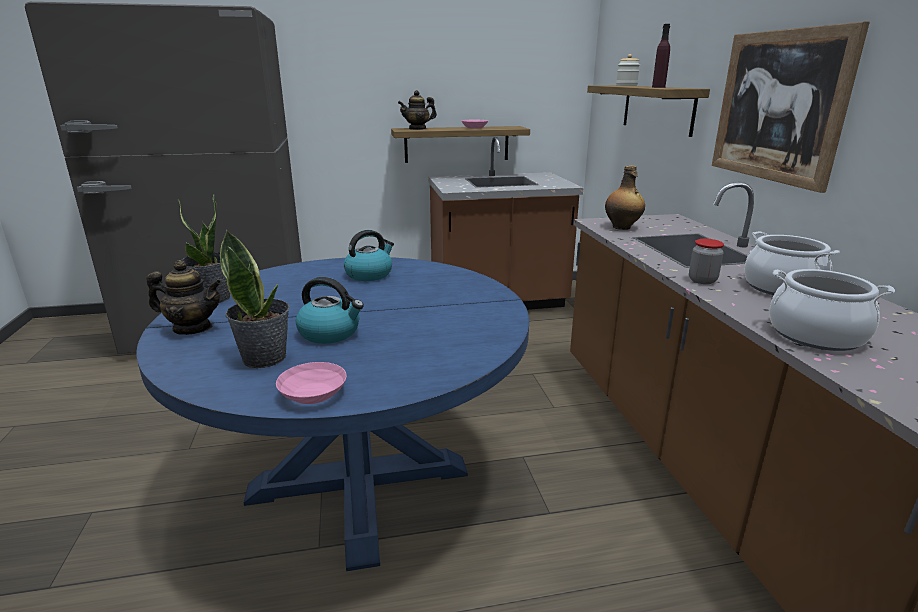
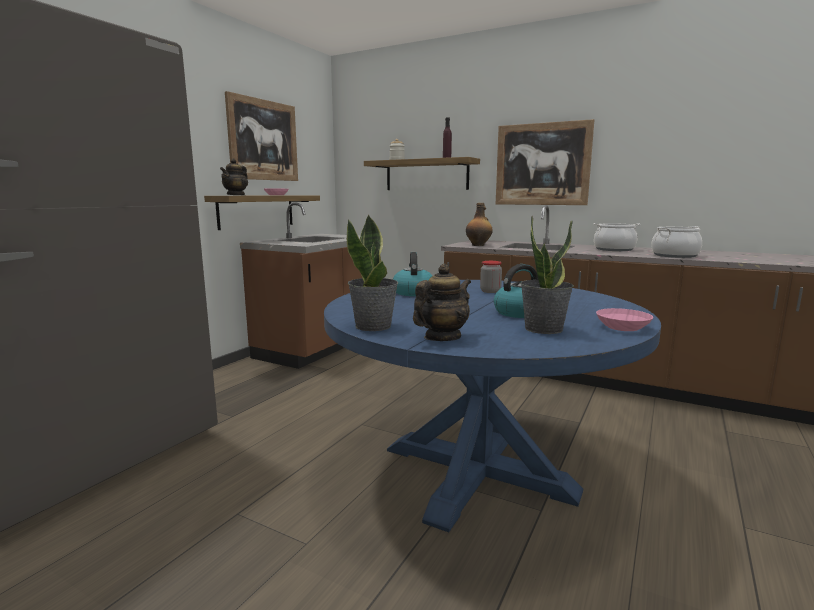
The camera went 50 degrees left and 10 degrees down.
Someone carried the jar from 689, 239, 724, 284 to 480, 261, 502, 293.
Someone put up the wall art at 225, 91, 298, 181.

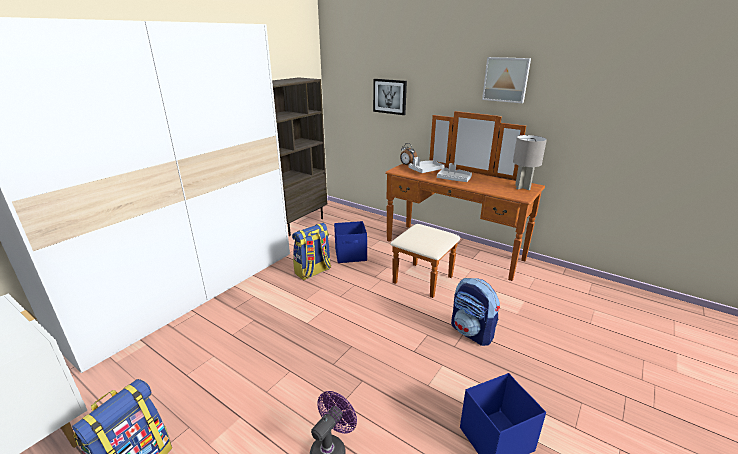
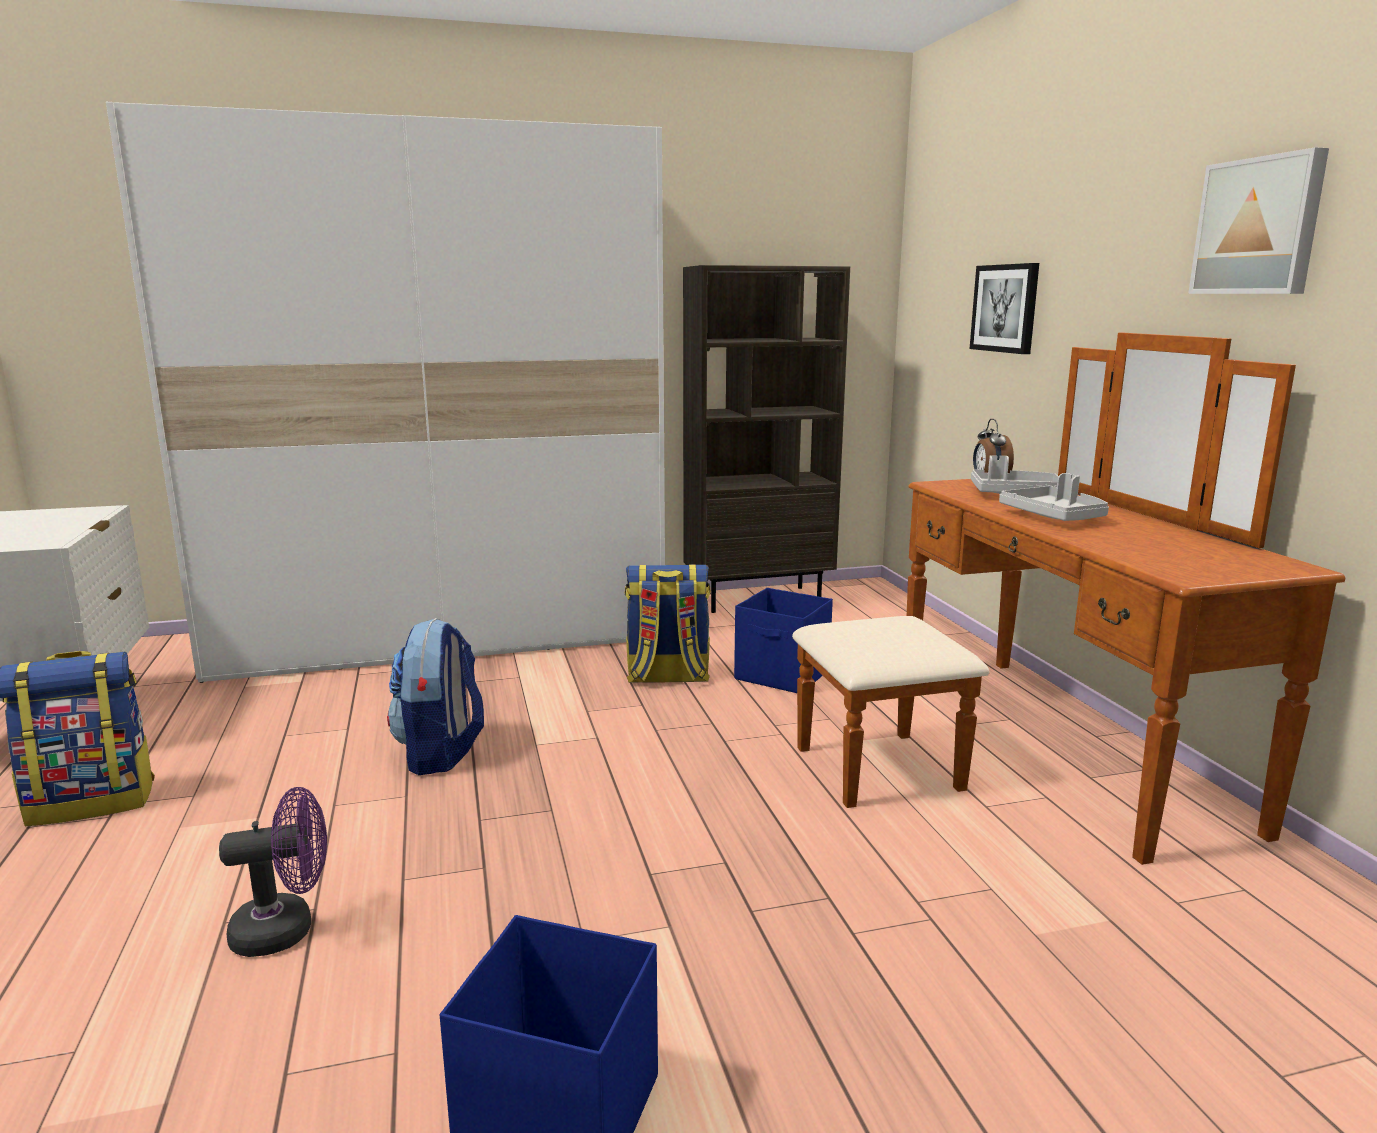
The camera went 40 degrees right and 10 degrees down.
Someone carried the knapsack from 451, 278, 500, 346 to 387, 618, 484, 775.
Someone took away the greyish table lamp at 513, 135, 547, 190.

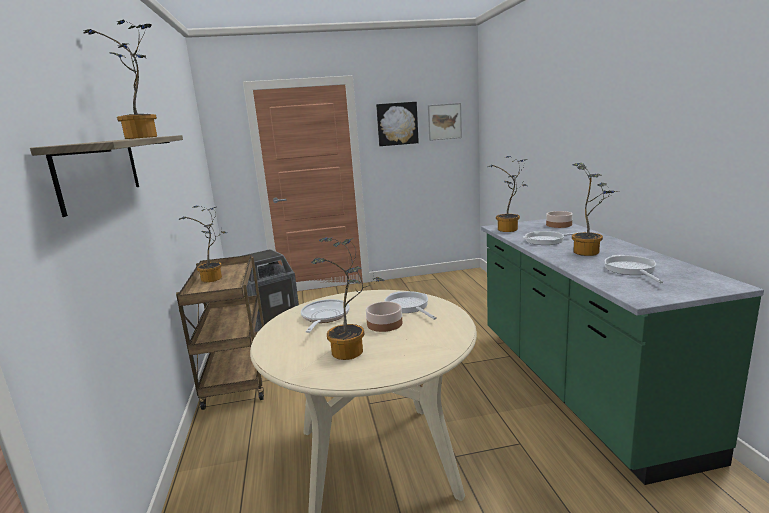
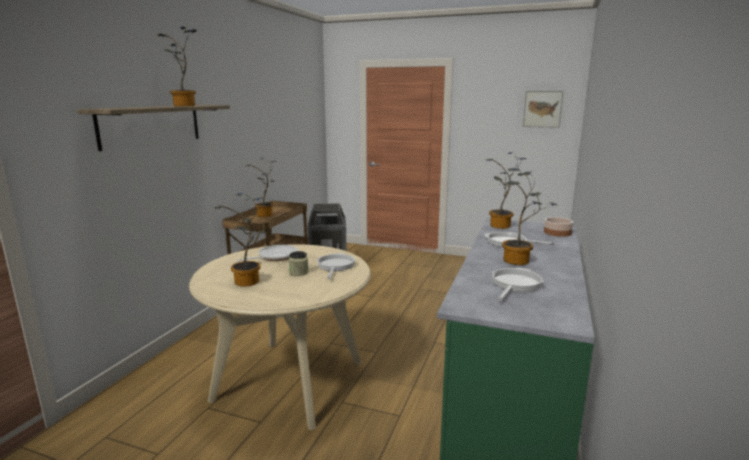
The camera went 30 degrees right and 0 degrees up.
Someone swapped the deep dish at 366, 301, 402, 332 for the jar at 289, 251, 308, 276.
Someone took away the wall art at 376, 102, 419, 146.

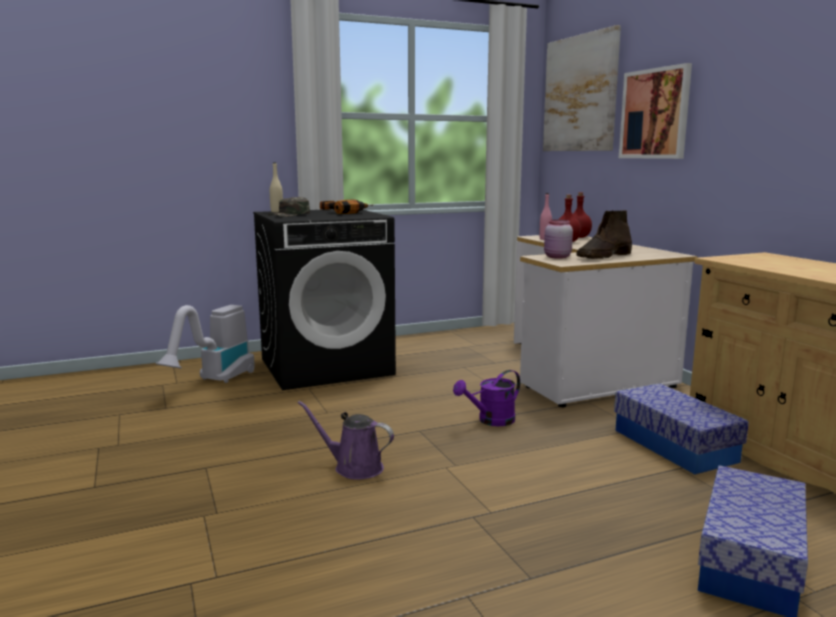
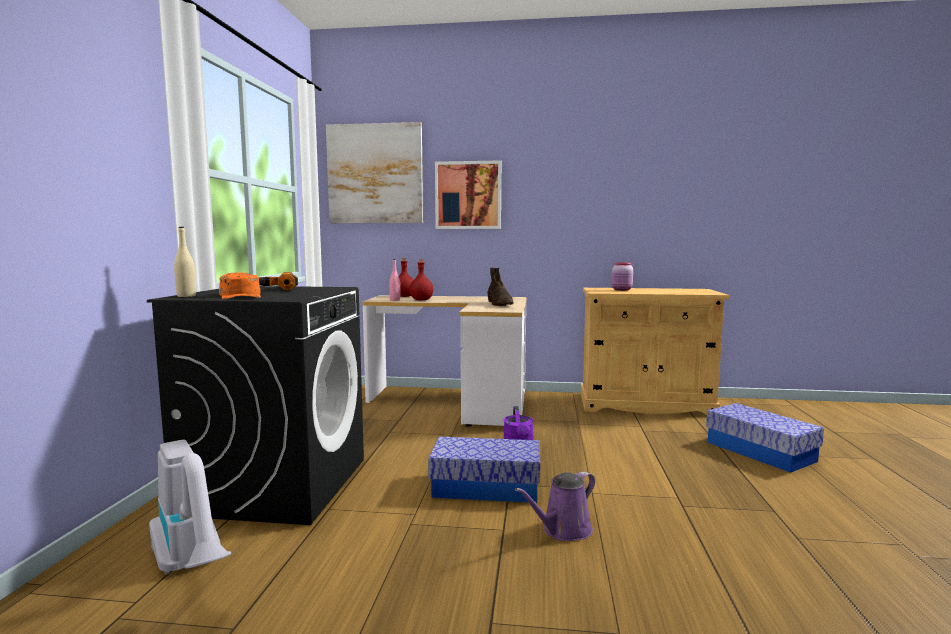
The camera went 60 degrees left and 5 degrees down.
Someone repainted the greenish cap at 268, 197, 310, 217, which became the orange cap at 219, 272, 261, 299.
Someone carried the pink jar from 544, 220, 573, 259 to 611, 262, 633, 291.
Someone carried the storage container from 614, 384, 749, 474 to 428, 437, 540, 503.

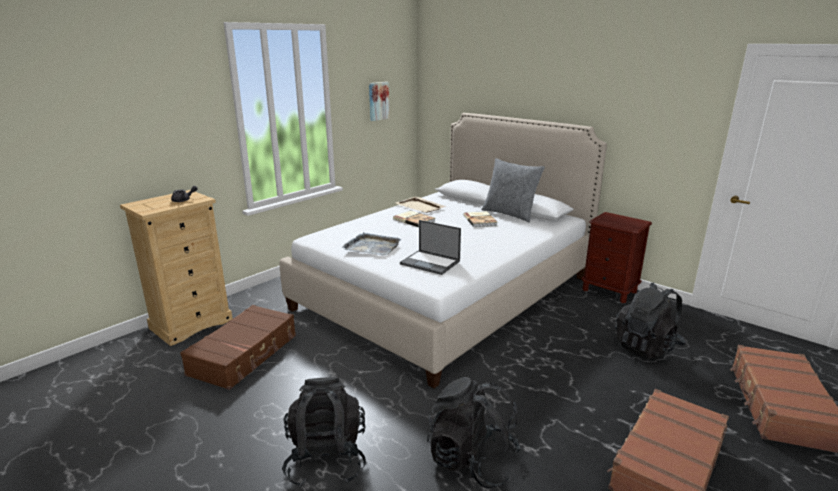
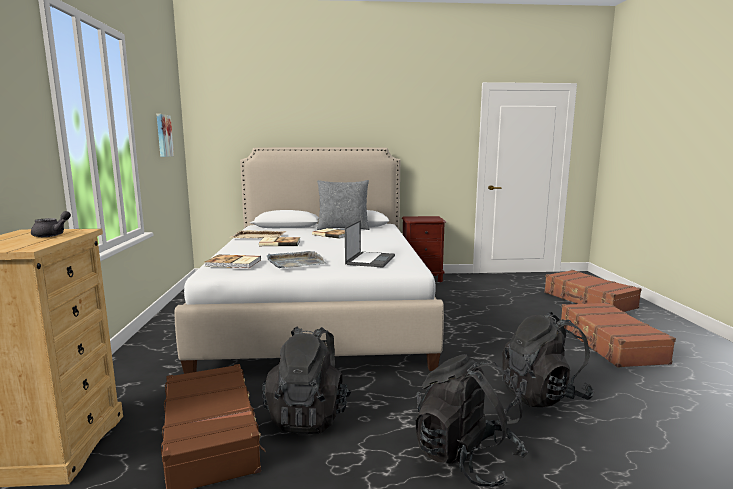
The camera went 45 degrees left and 10 degrees down.
Someone rotated the notebook computer at 400, 220, 461, 275 by 60 degrees counterclockwise.
Someone carried the black knapsack from 615, 283, 686, 359 to 262, 326, 351, 434.
Someone put down the book at 205, 255, 261, 268.

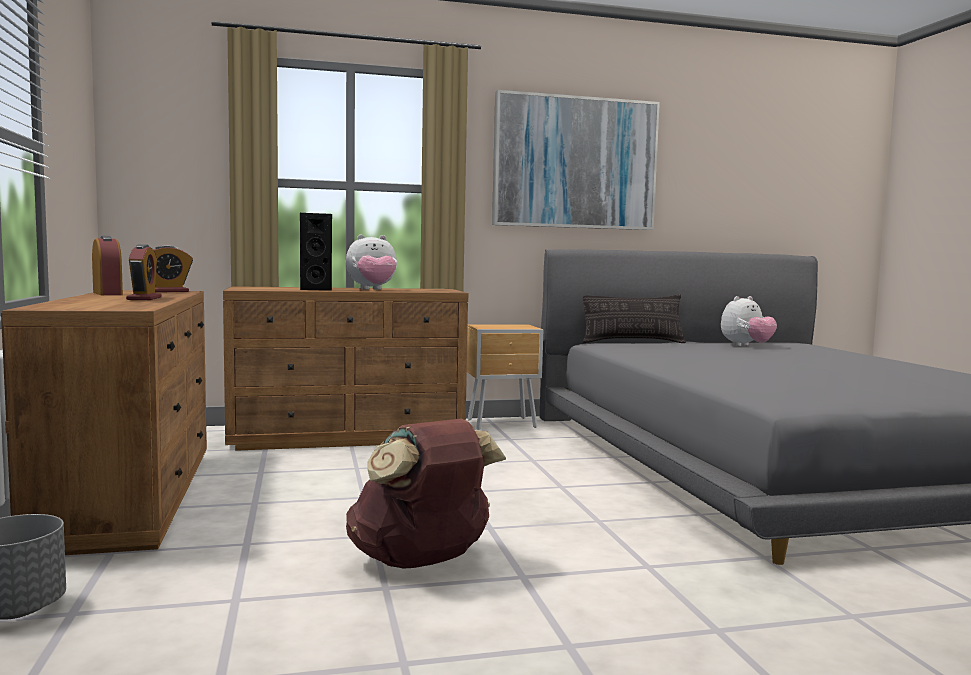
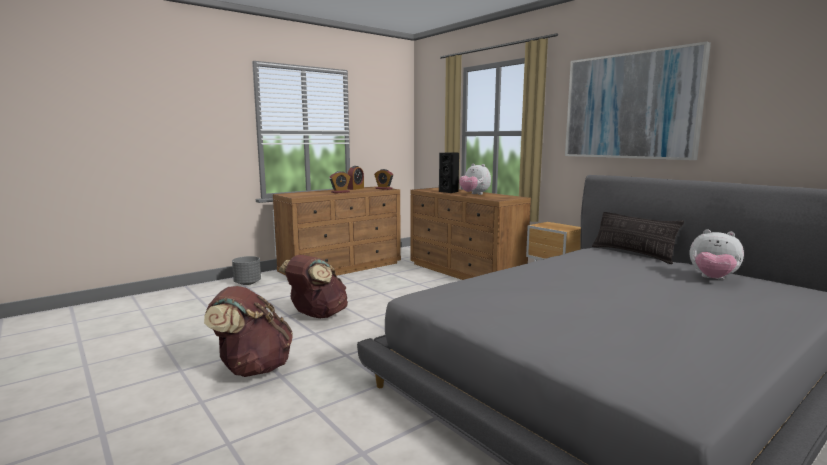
The camera went 65 degrees right and 5 degrees up.
Someone put down the brownish knapsack at 204, 286, 293, 377.

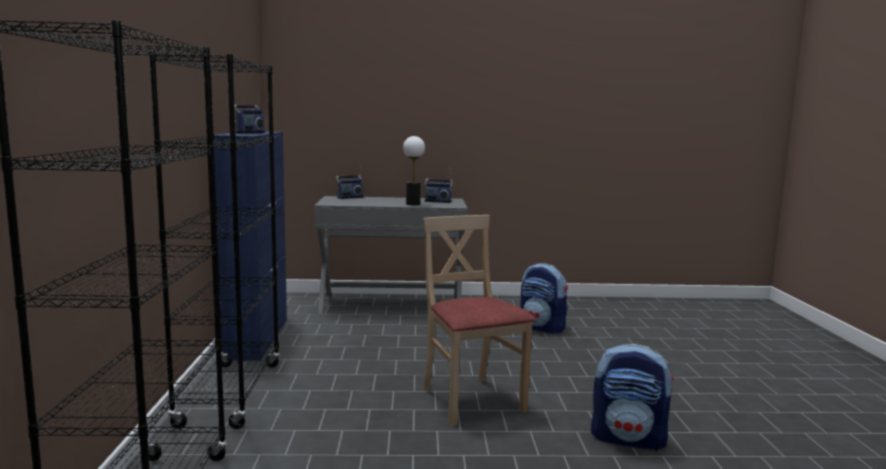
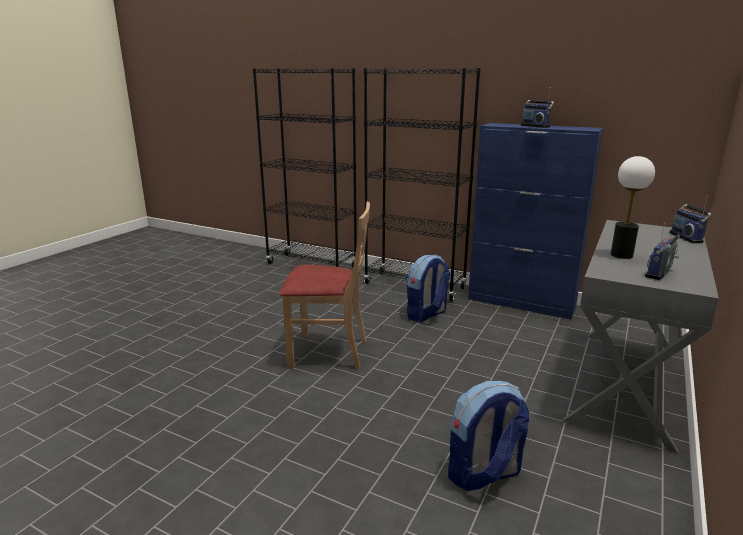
The camera went 120 degrees right and 10 degrees up.
Someone carried the knapsack from 591, 344, 674, 451 to 407, 255, 450, 322.

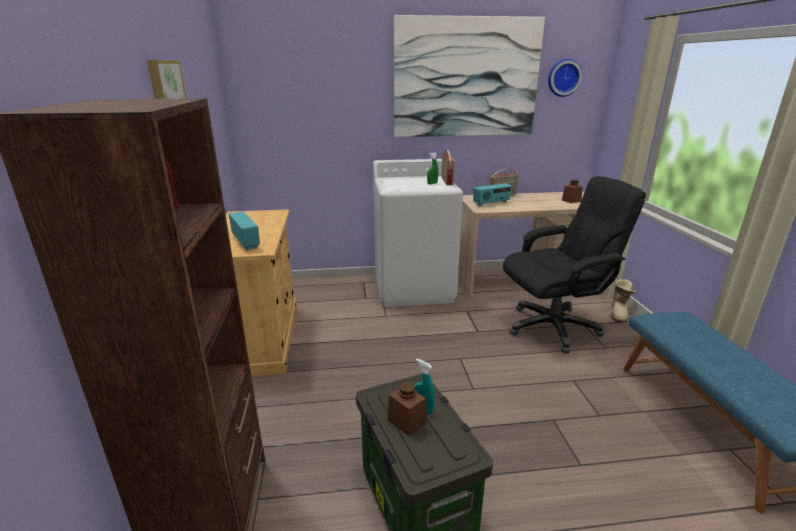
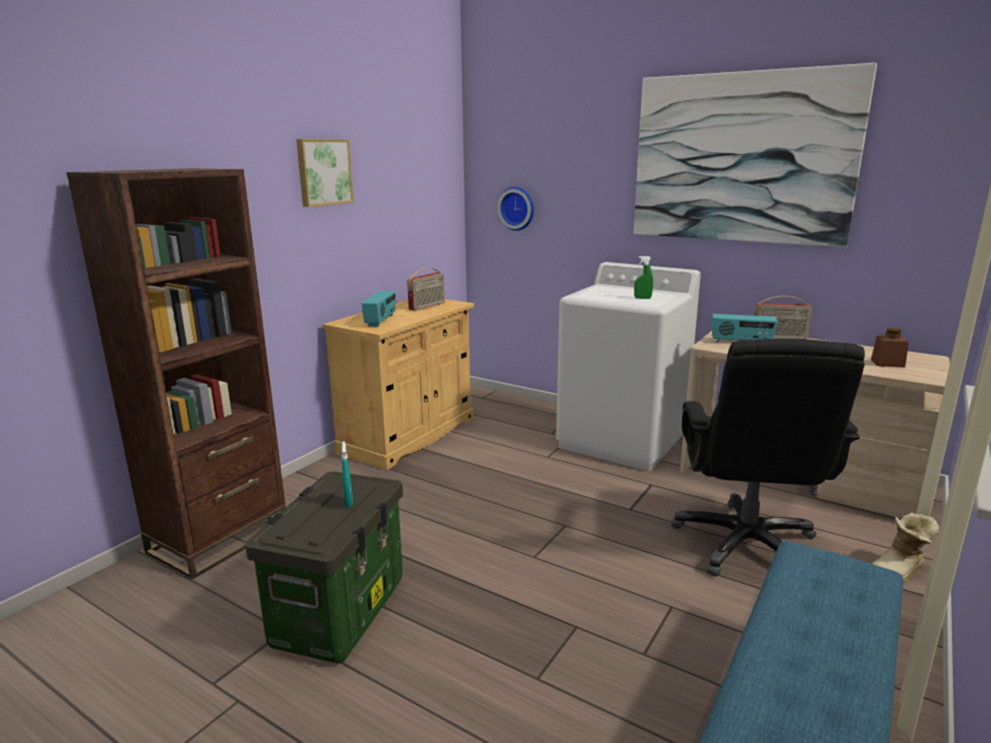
The camera went 40 degrees right and 5 degrees down.
Someone took away the brownish jar at 388, 382, 427, 436.
Someone carried the radio set from 441, 150, 455, 185 to 407, 268, 445, 311.
Someone rotated the black office chair at 502, 176, 646, 353 by 75 degrees clockwise.
Someone carried the clock on the wall from 548, 59, 582, 97 to 497, 187, 534, 231.

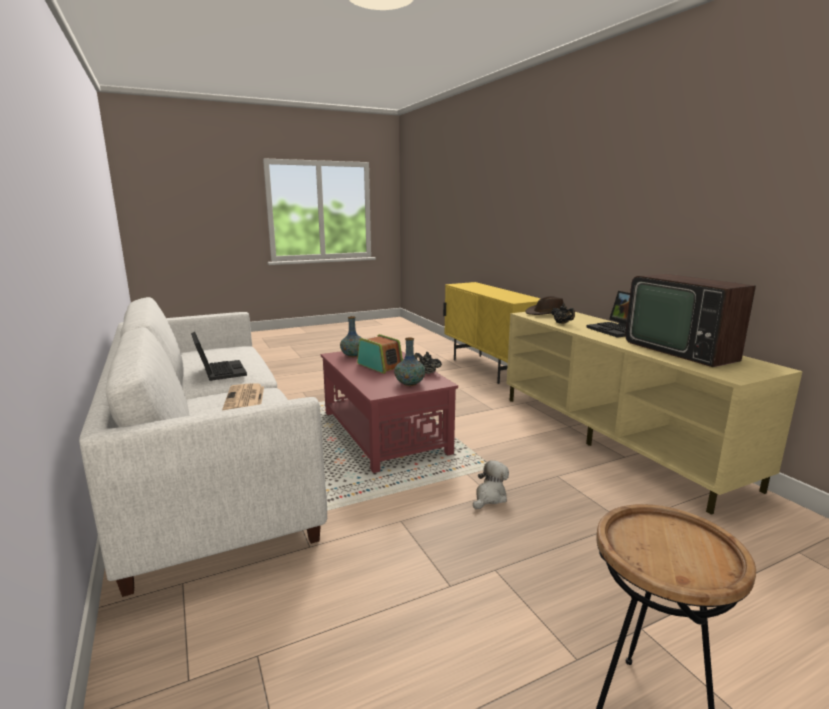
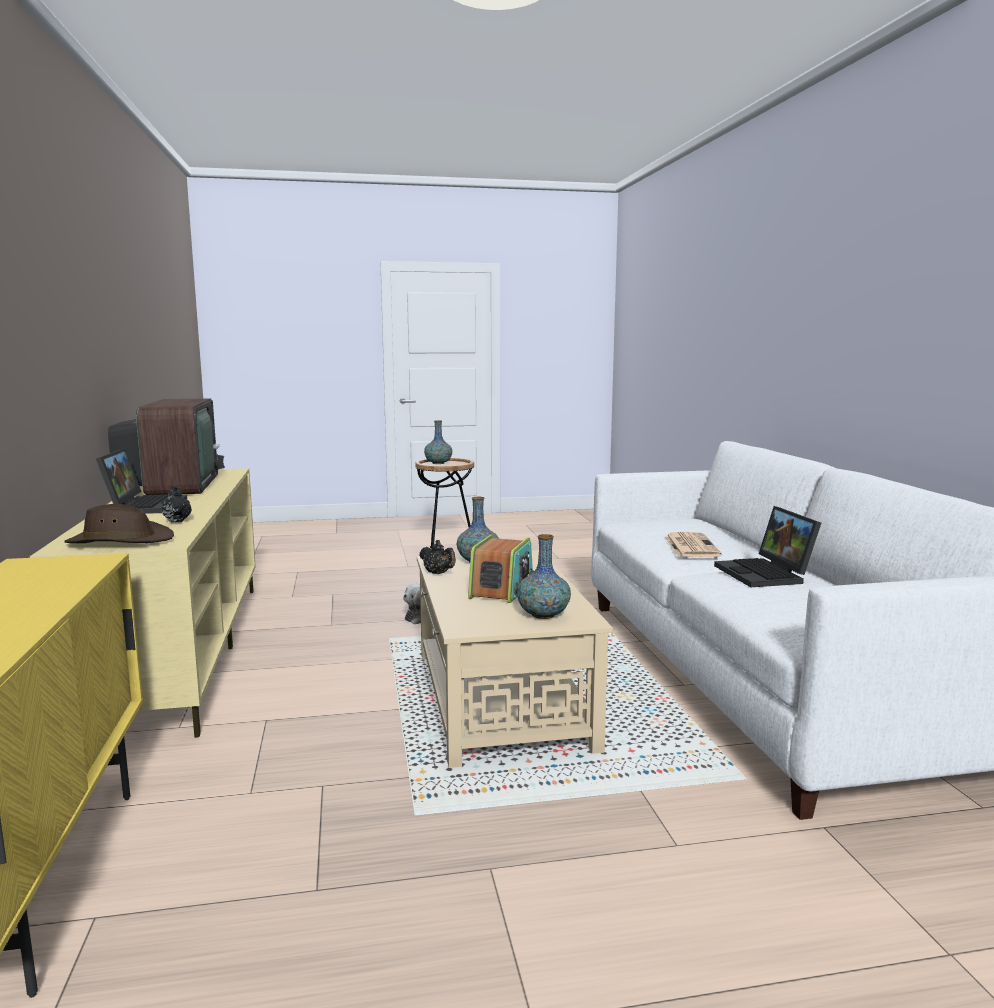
The camera went 165 degrees left and 5 degrees down.
Someone repainted the red coffee table at 321, 351, 458, 473, which became the beige coffee table at 417, 550, 613, 768.
Someone rotated the radio set at 357, 334, 403, 374 by 135 degrees counterclockwise.
Someone put down the flower vase at 424, 420, 452, 464.

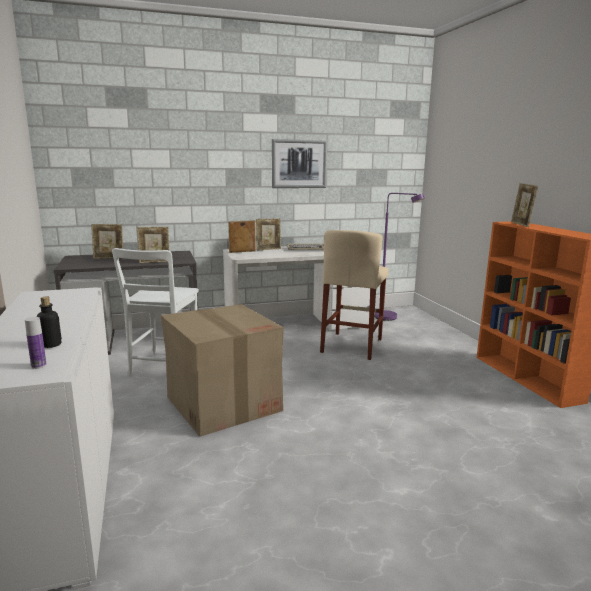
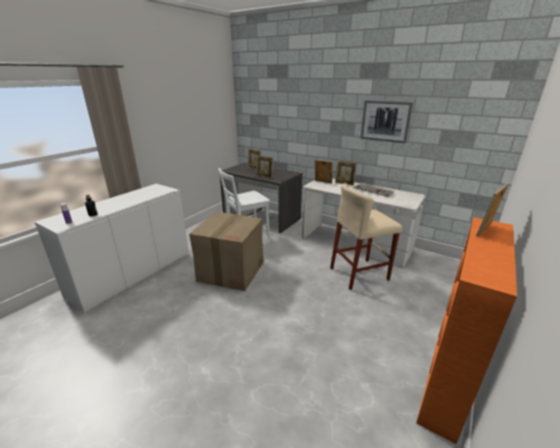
The camera went 50 degrees right and 10 degrees up.
Someone took away the purple-coloured floor lamp at 375, 193, 425, 321.

